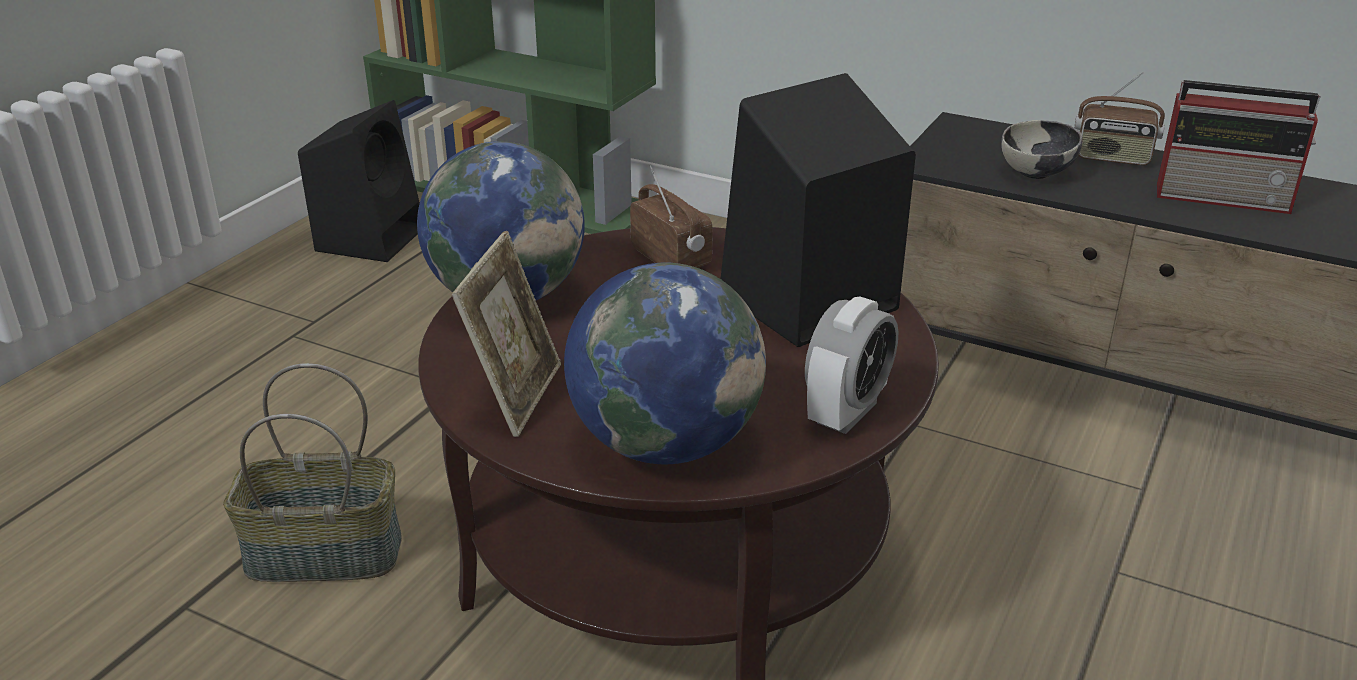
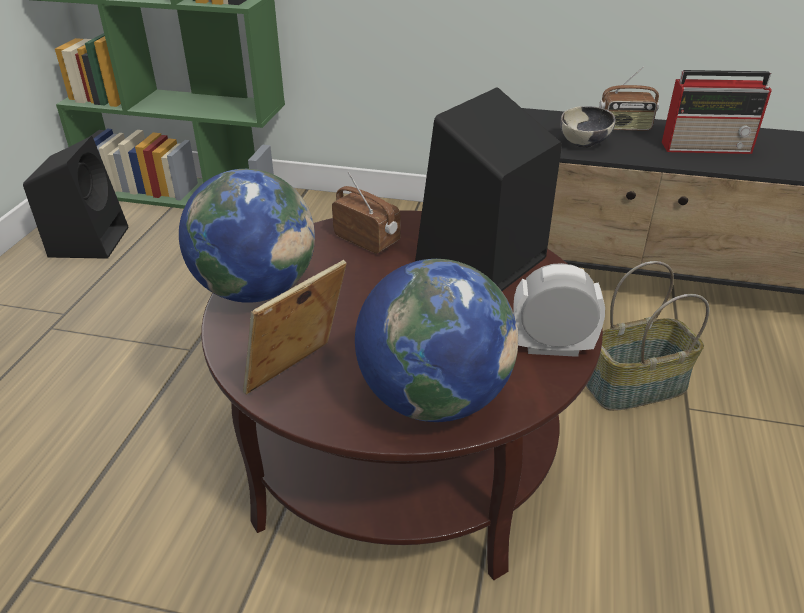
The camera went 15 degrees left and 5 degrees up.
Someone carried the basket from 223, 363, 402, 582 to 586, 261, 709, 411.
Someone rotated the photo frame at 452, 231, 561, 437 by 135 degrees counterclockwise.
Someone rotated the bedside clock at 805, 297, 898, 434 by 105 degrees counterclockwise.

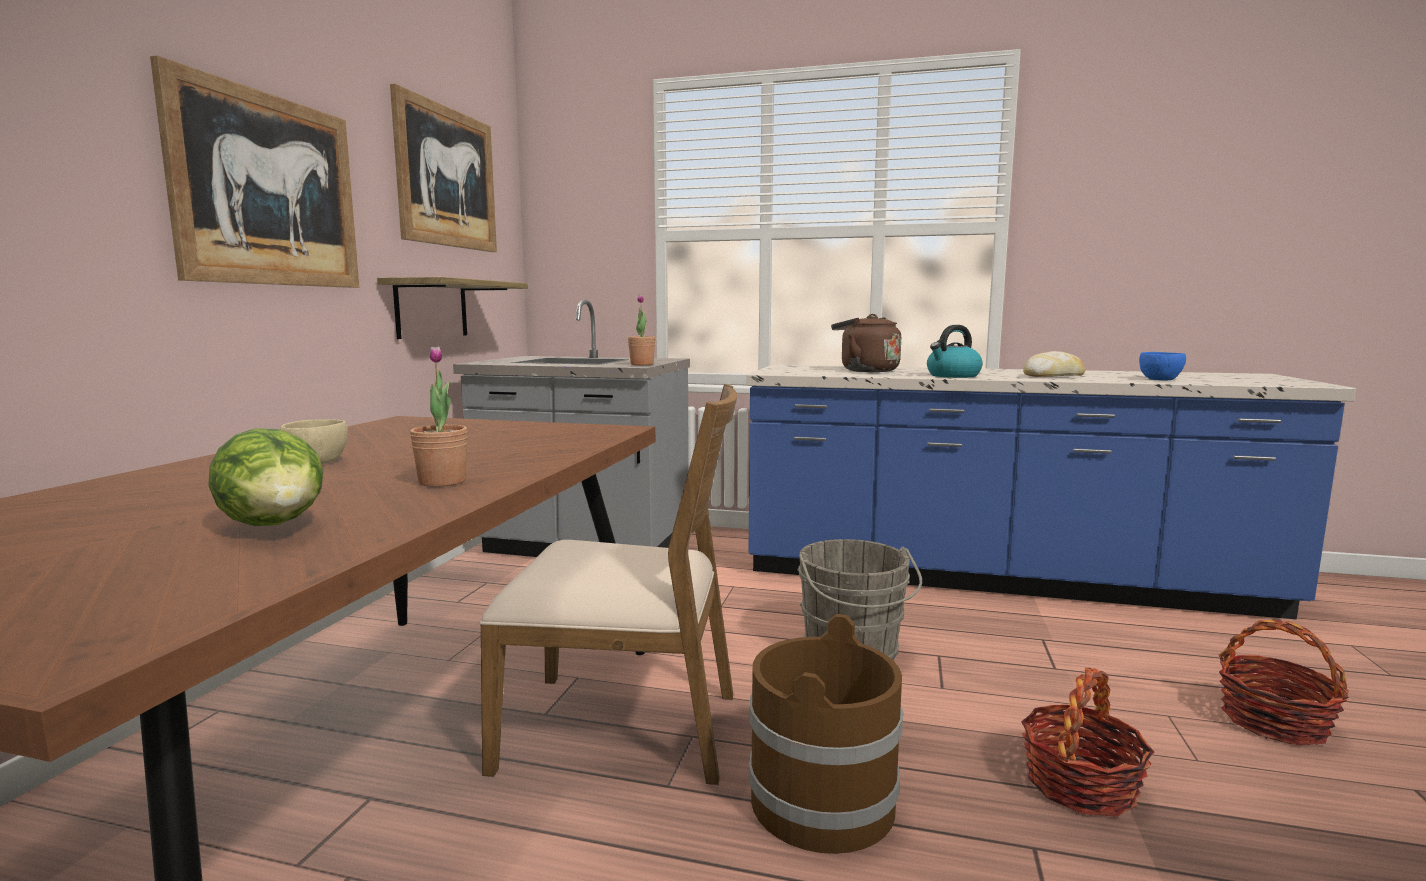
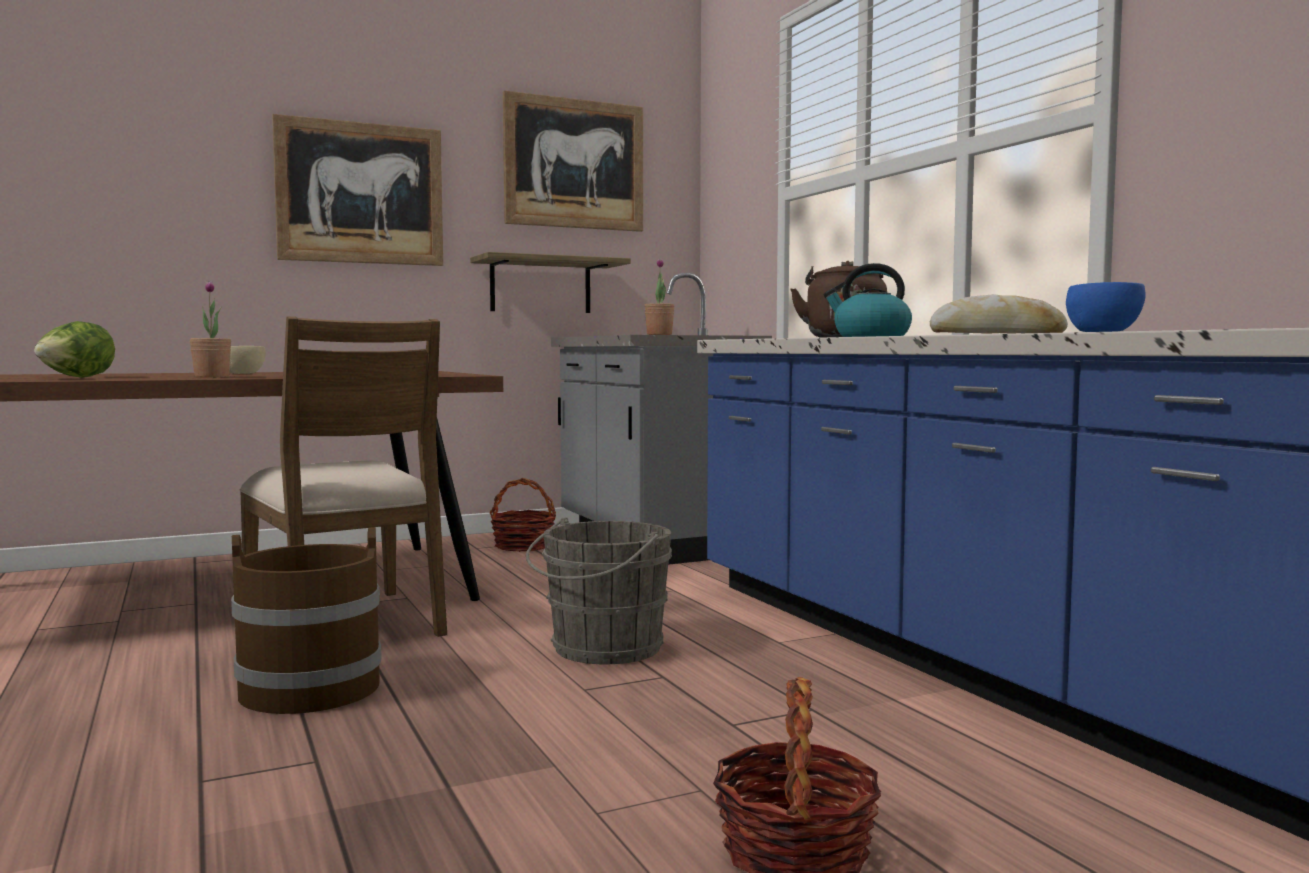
The camera went 50 degrees right and 5 degrees down.
Someone carried the basket from 1021, 668, 1154, 817 to 489, 478, 556, 552.

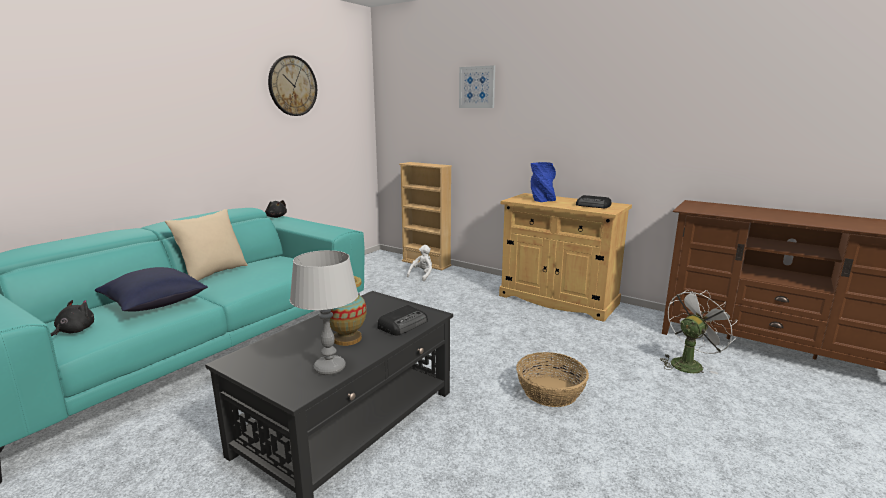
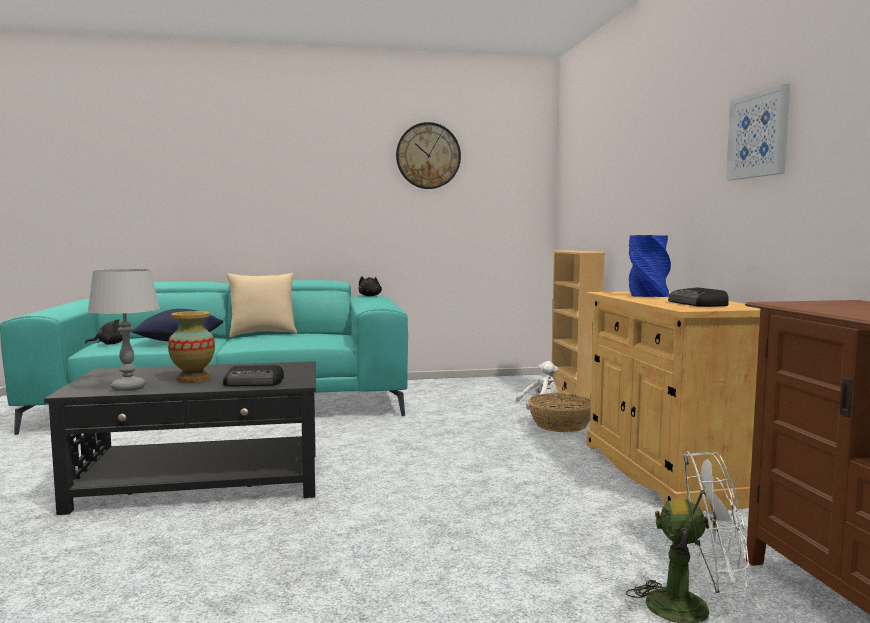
The camera went 45 degrees right and 10 degrees down.
Someone carried the wall art from 459, 65, 495, 108 to 726, 84, 790, 180.
Someone carried the basket from 516, 352, 589, 407 to 528, 393, 591, 432.

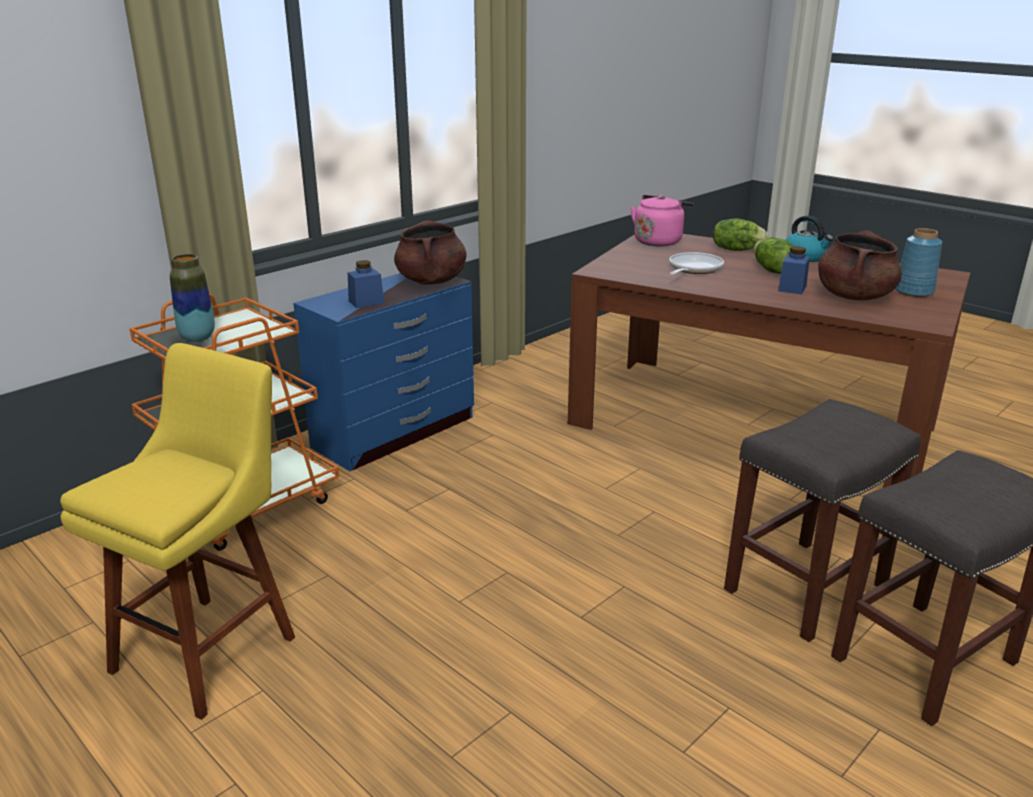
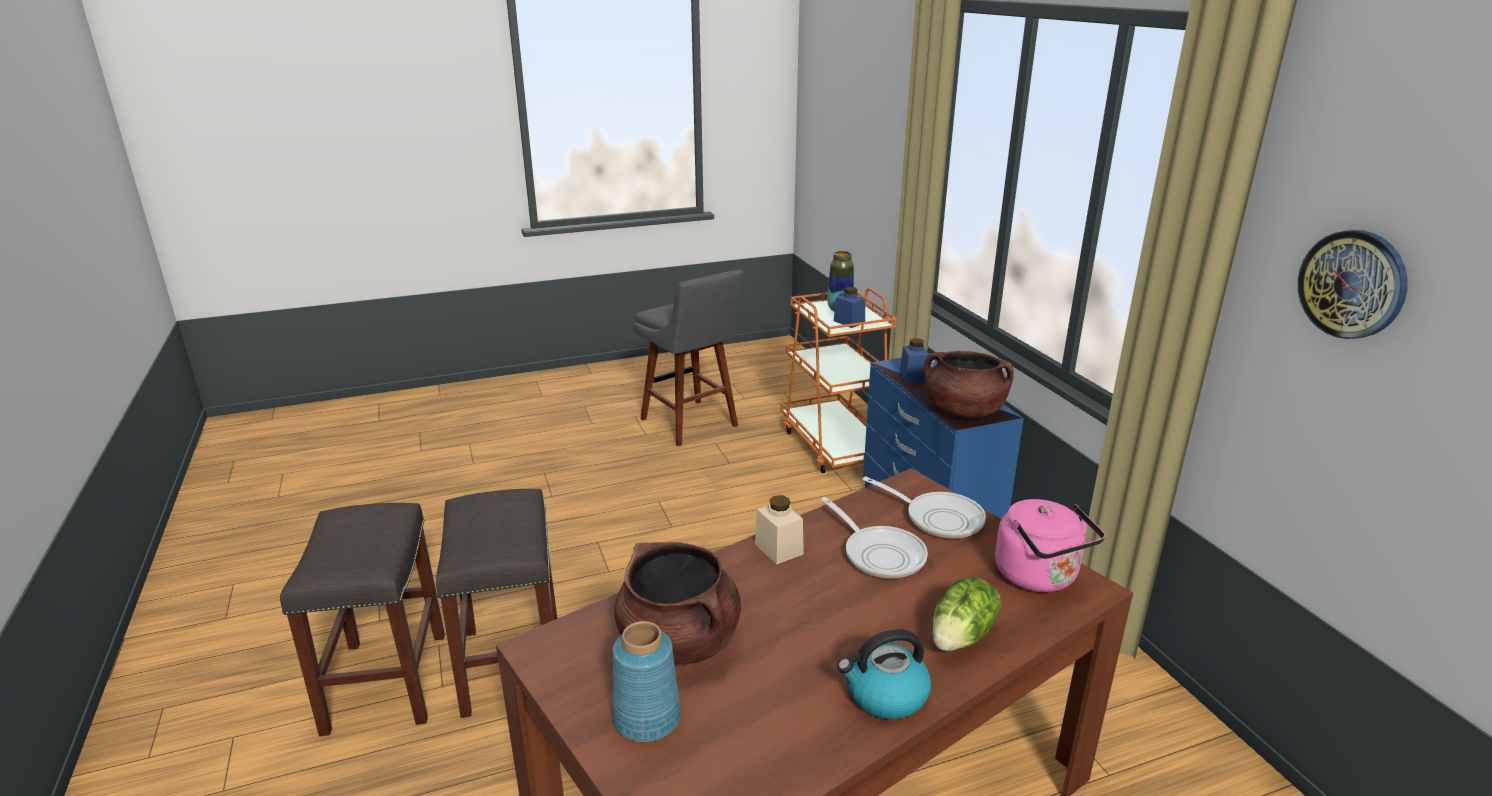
The camera went 115 degrees right and 0 degrees up.
Someone repainted the yellow-coloured stool seat at 60, 343, 295, 720, which became the greyish stool seat at 634, 270, 744, 446.
Someone took away the head of lettuce at 754, 237, 794, 274.
Someone carried the bluish jar from 778, 246, 810, 294 to 834, 287, 865, 328.
Someone put down the beige jar at 755, 495, 804, 564.
Someone put down the pan at 862, 476, 986, 539.
Someone put up the clock on the wall at 1298, 230, 1408, 339.

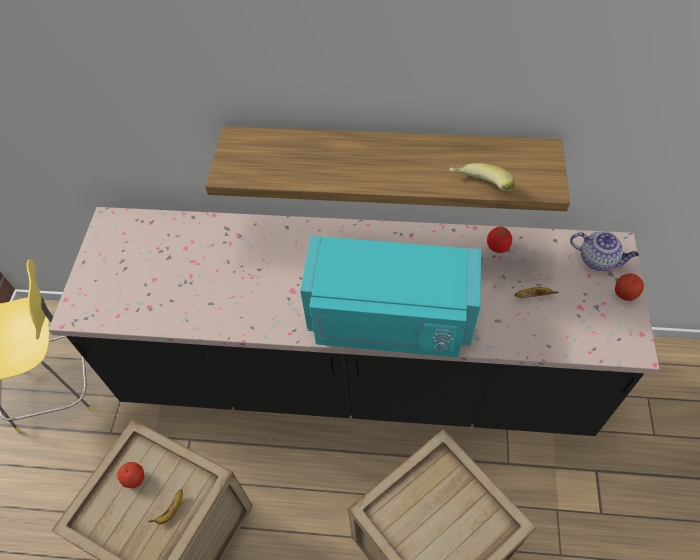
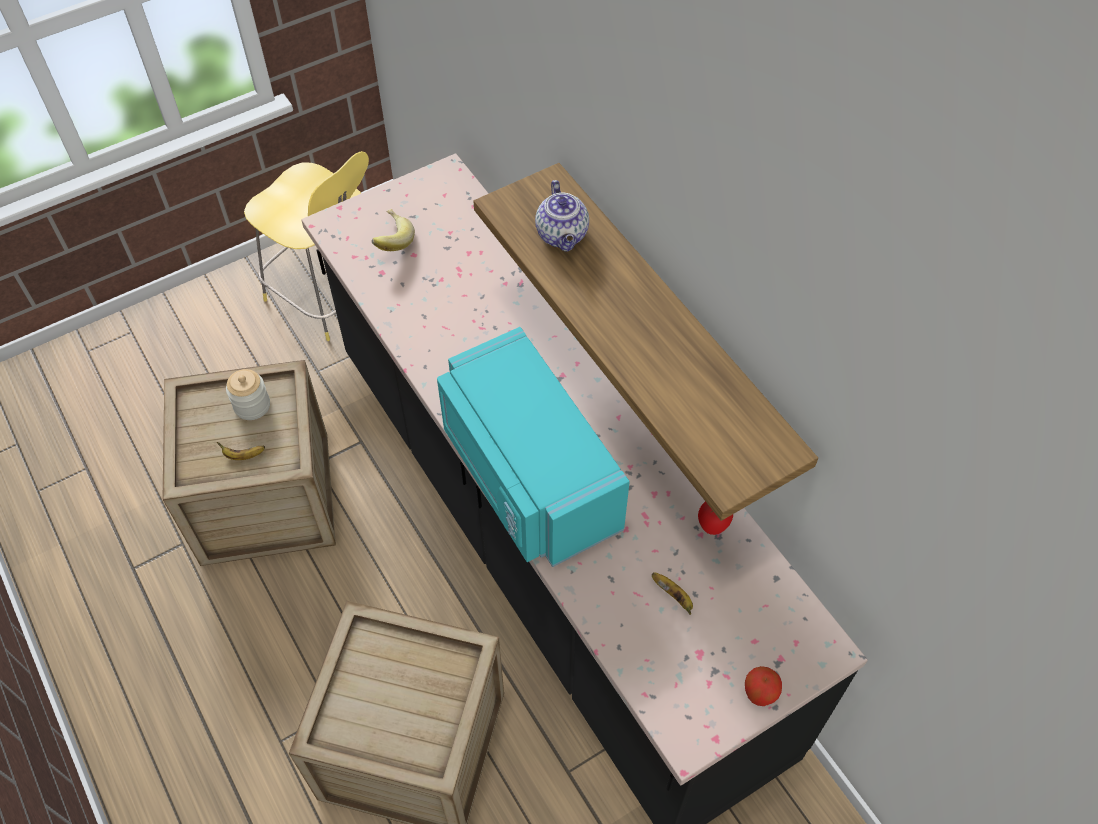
The camera went 50 degrees right and 0 degrees up.
Someone swapped the whole apple at 117, 462, 144, 488 for the jar at 226, 369, 270, 420.
Someone carried the banana from 449, 163, 515, 191 to 372, 209, 415, 251.
Someone carried the tea pot from 570, 232, 639, 271 to 535, 180, 589, 252.

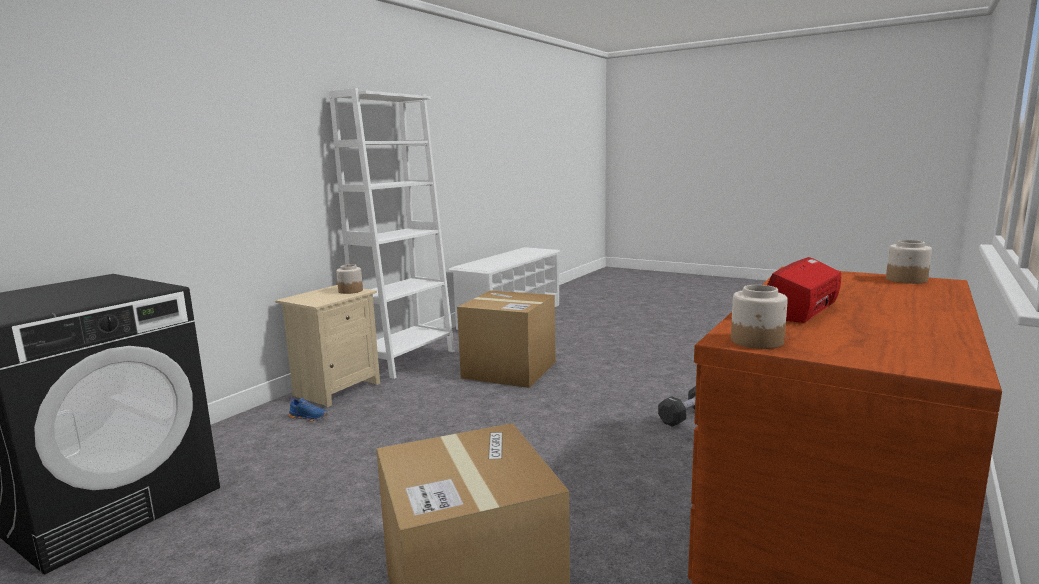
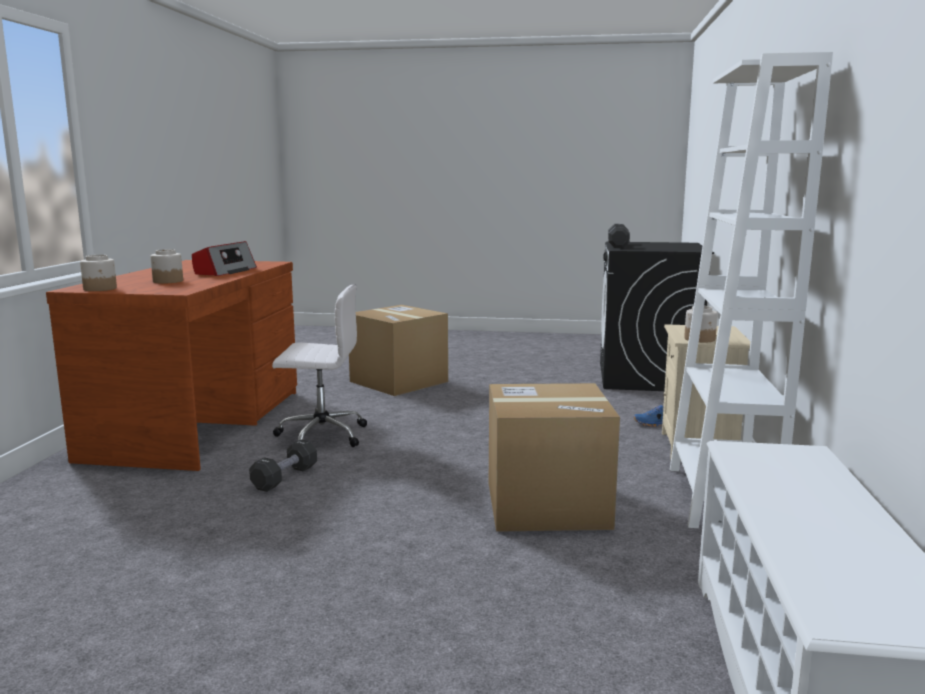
The camera went 155 degrees right and 0 degrees up.
Someone carried the jar from 731, 285, 788, 349 to 150, 249, 183, 284.
Someone put down the whitish office chair at 272, 284, 367, 447.
Someone put down the black hand weight at 608, 224, 630, 248.

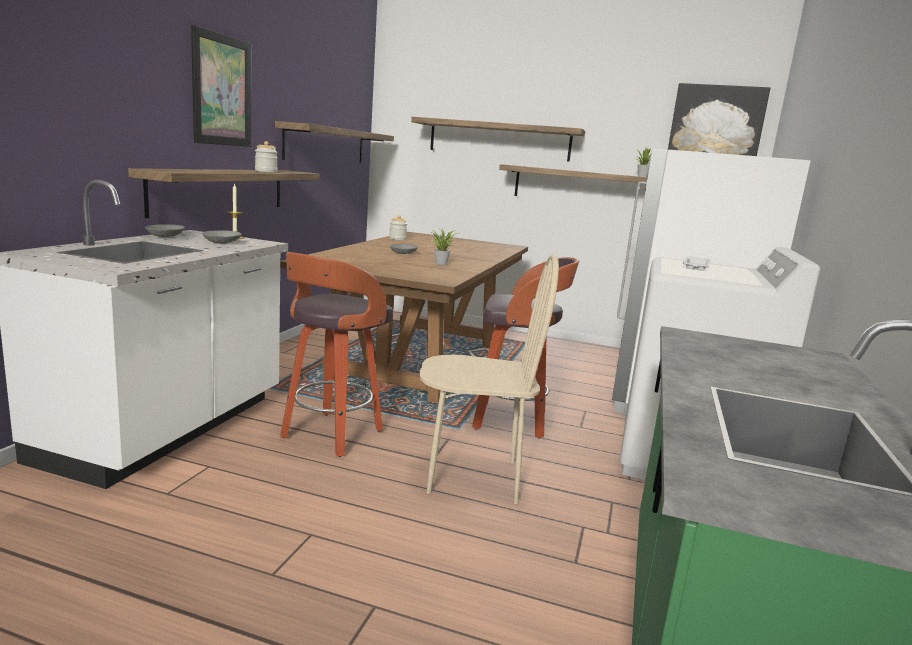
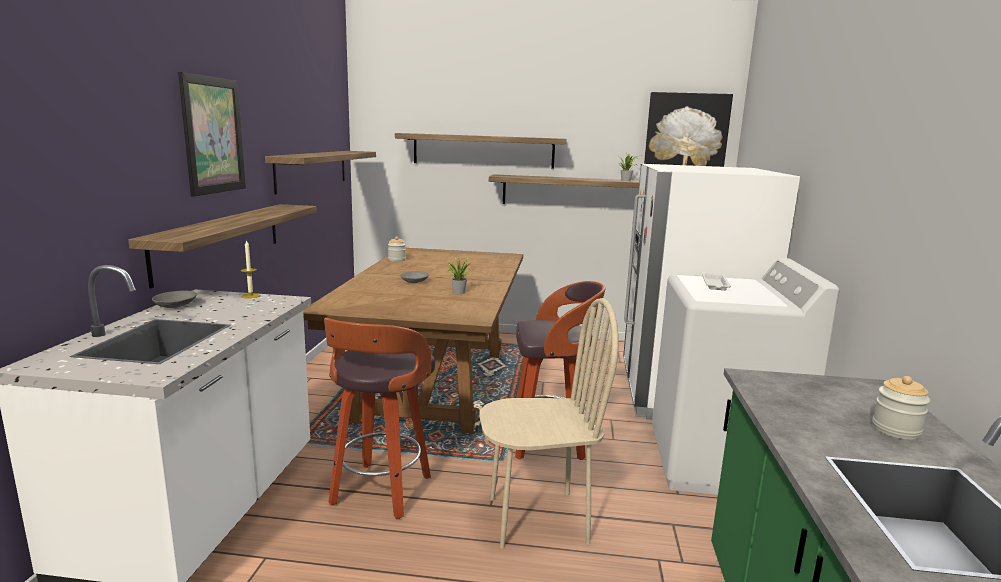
The camera went 10 degrees left and 0 degrees up.
Someone took away the greyish deep dish at 202, 230, 241, 244.
Someone carried the jar from 255, 141, 278, 172 to 872, 376, 930, 440.

